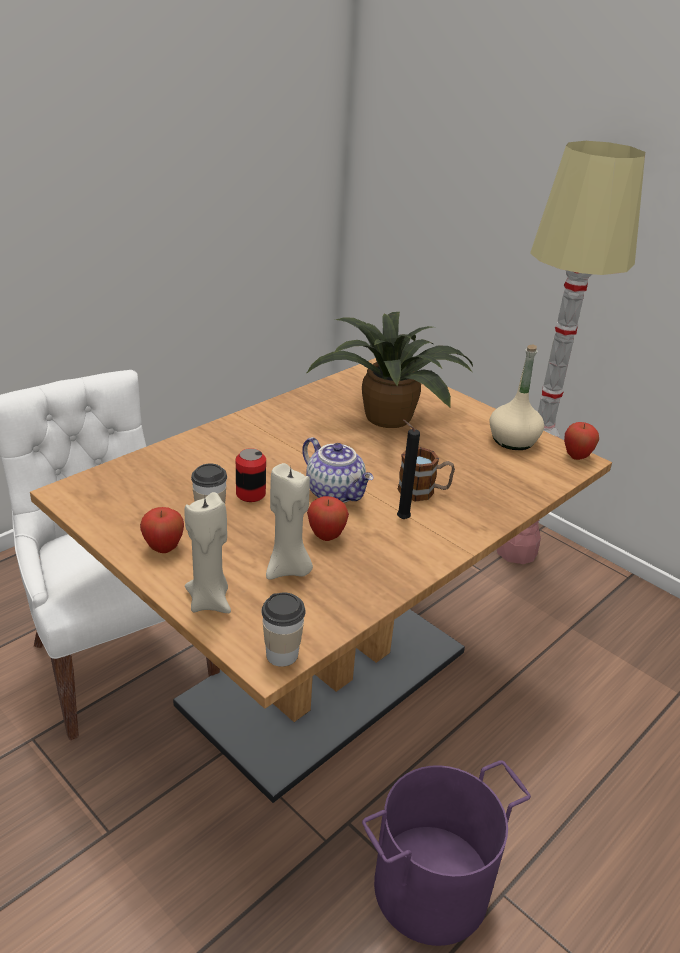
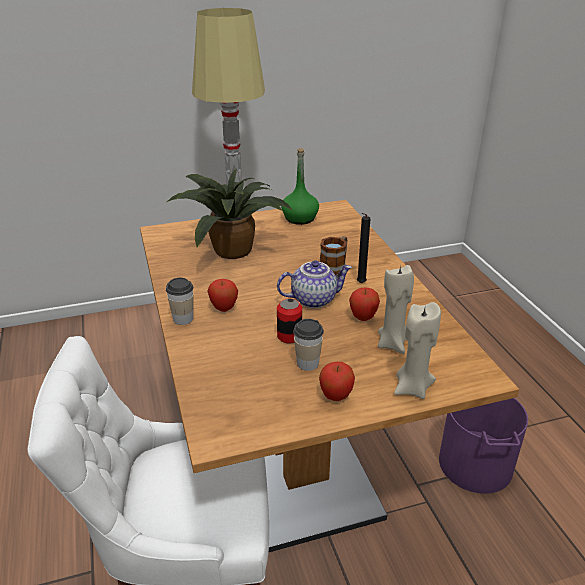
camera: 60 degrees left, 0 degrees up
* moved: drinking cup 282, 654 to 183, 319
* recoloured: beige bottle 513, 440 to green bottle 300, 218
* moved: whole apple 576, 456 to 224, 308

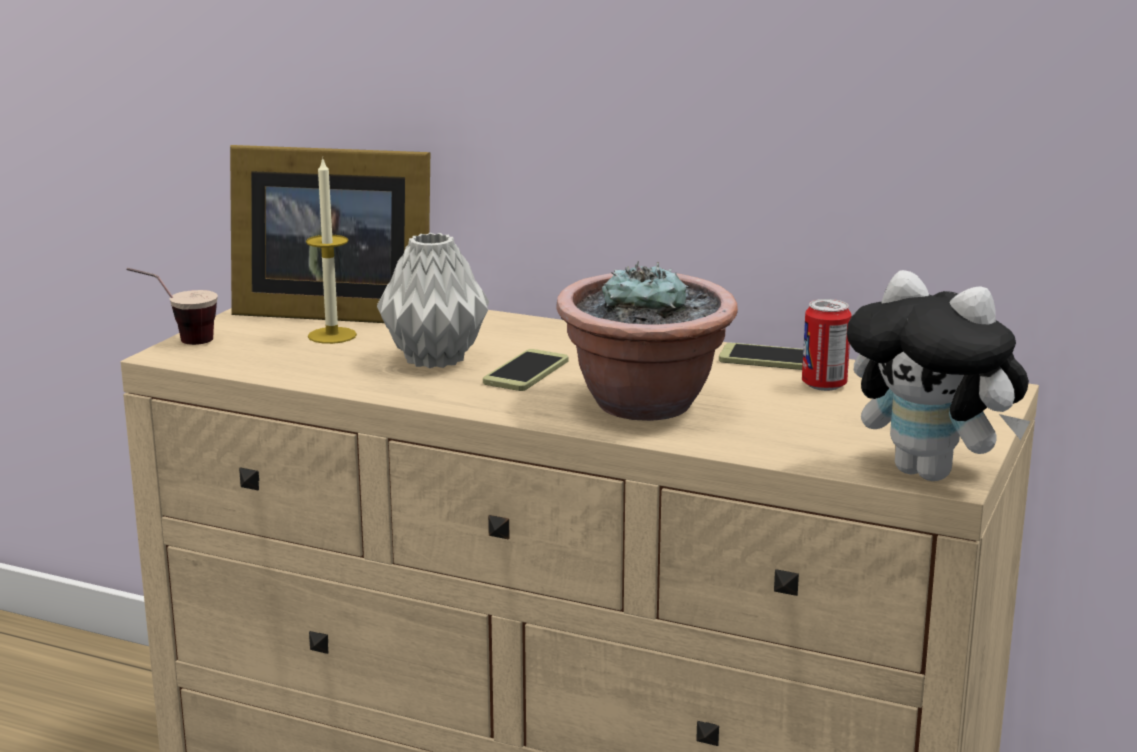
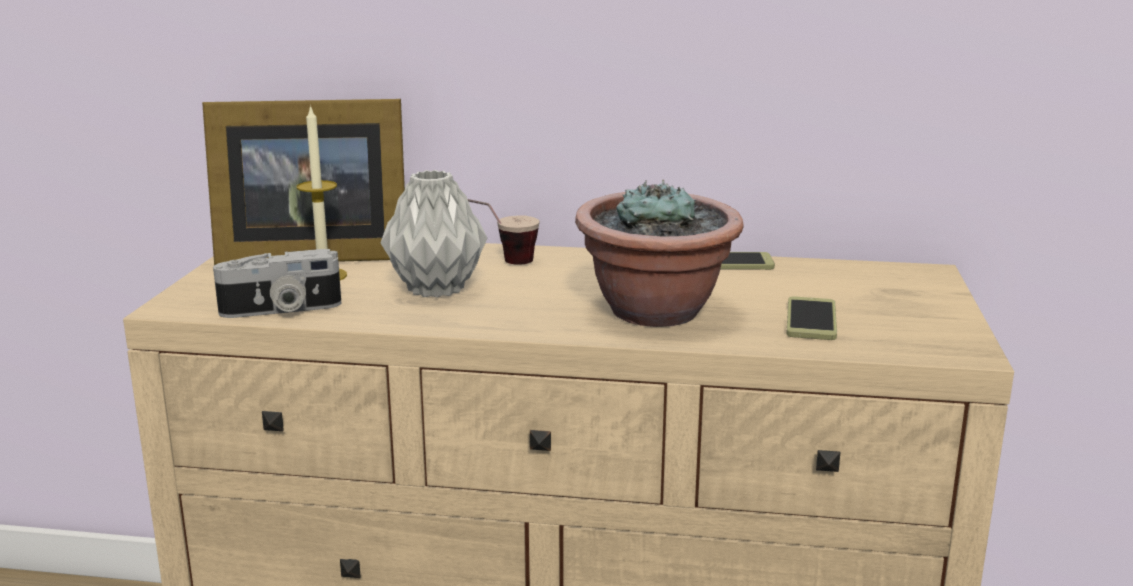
camera: 15 degrees left, 0 degrees up
* moved: drinking cup 177, 341 to 502, 263
* moved: phone 526, 372 to 811, 320
* removed: metal can 824, 385
* removed: plush toy 932, 473
* added: still camera 281, 310

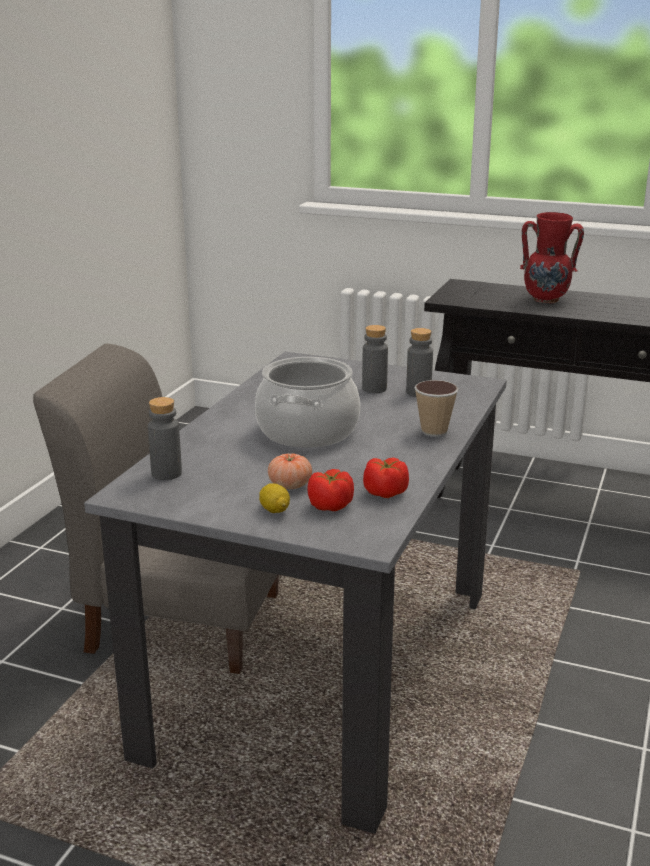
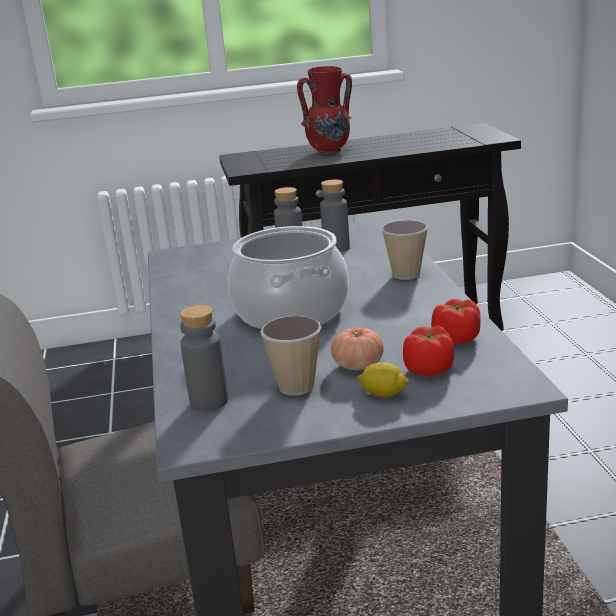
camera: 30 degrees left, 0 degrees up
* added: drinking cup 296, 387

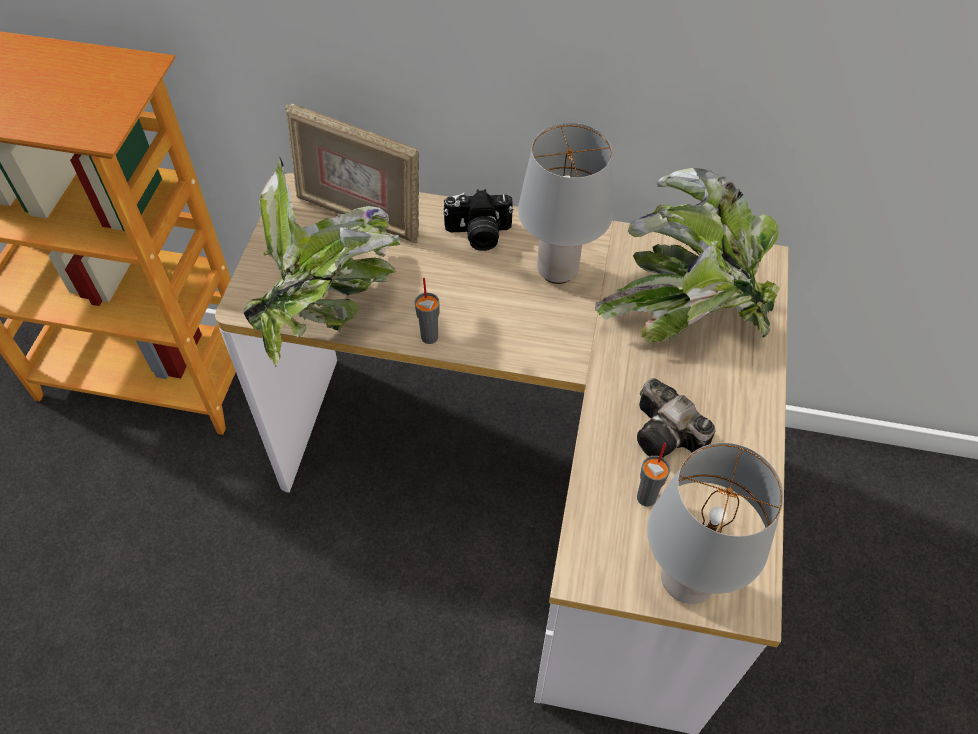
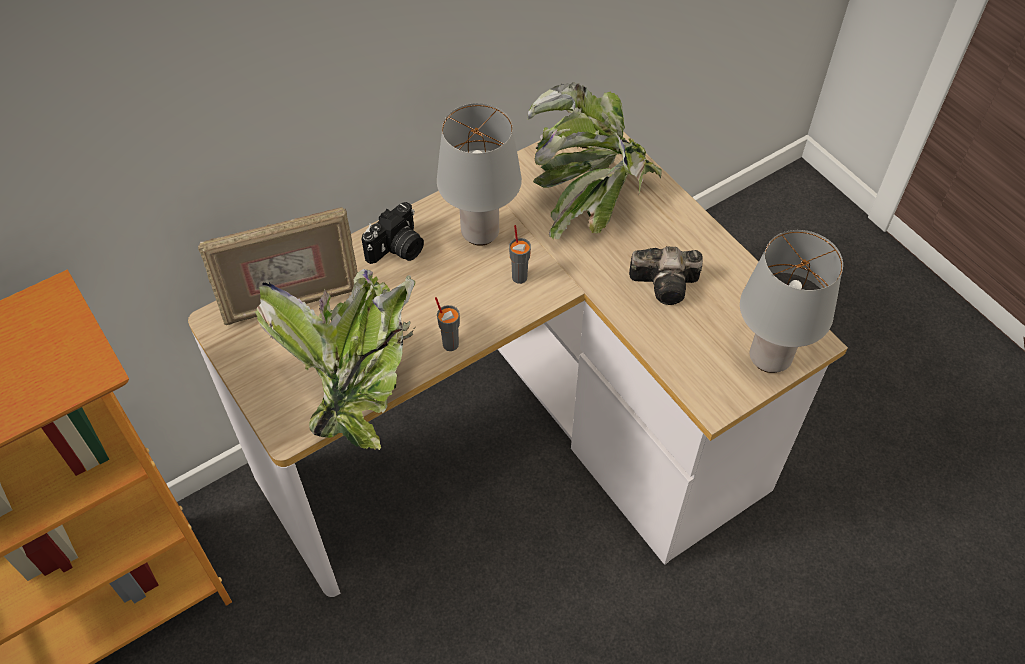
camera: 45 degrees left, 0 degrees up
* moved: gray drinking cup 647, 497 to 519, 277

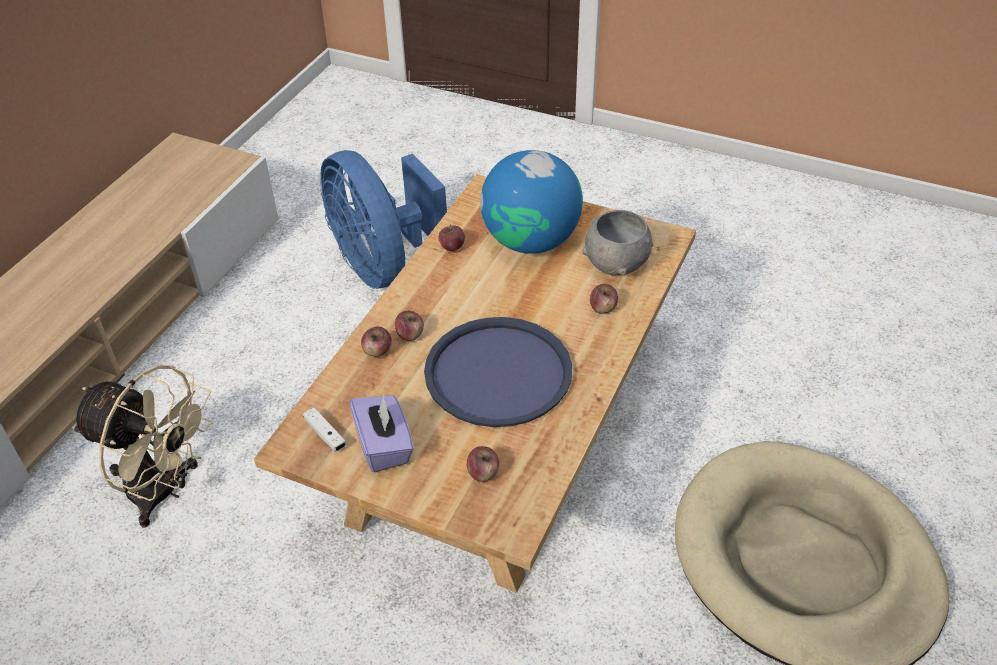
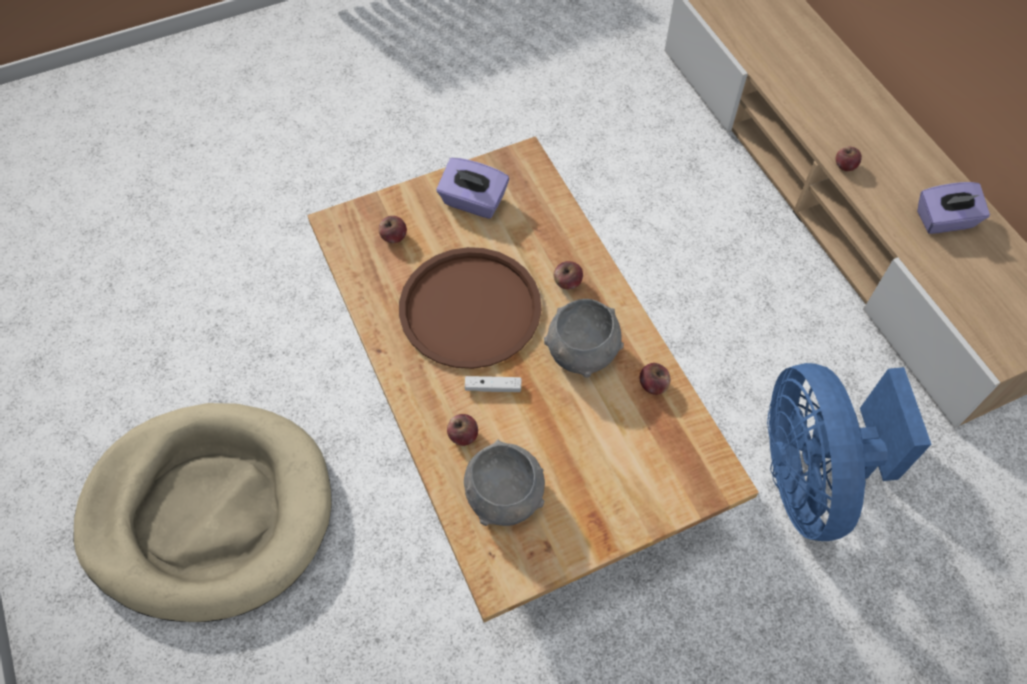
camera: 130 degrees right, 15 degrees up
* removed: beige cooling fan 165, 492
* moved: white gamepad 325, 434 to 493, 387
* turned: blue-coloured cooling fan 383, 264 = 810, 476 105 degrees counterclockwise
* moved: whole apple 377, 351 to 844, 166
* recoloured: blue-coloured carrying tray 498, 373 to brownish carrying tray 470, 308
* removed: world globe 531, 241
* added: gray deep dish 583, 353
* added: purple tissue box 944, 221

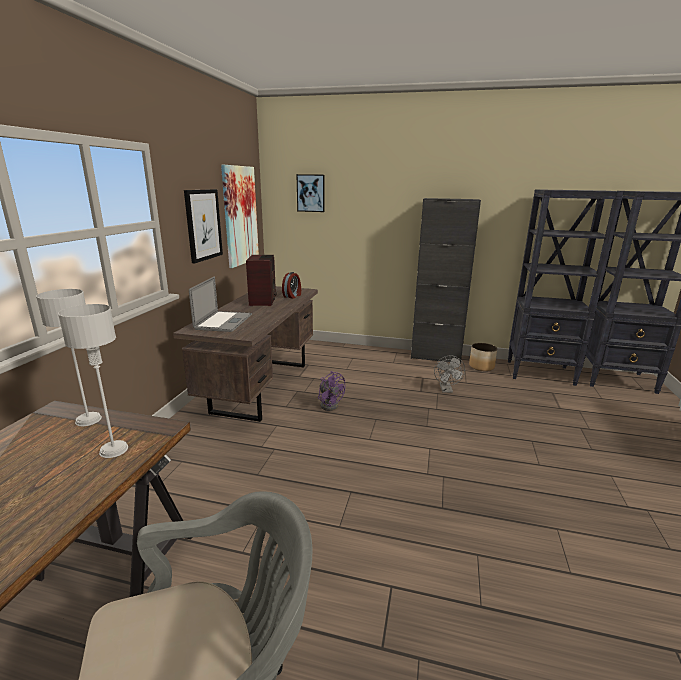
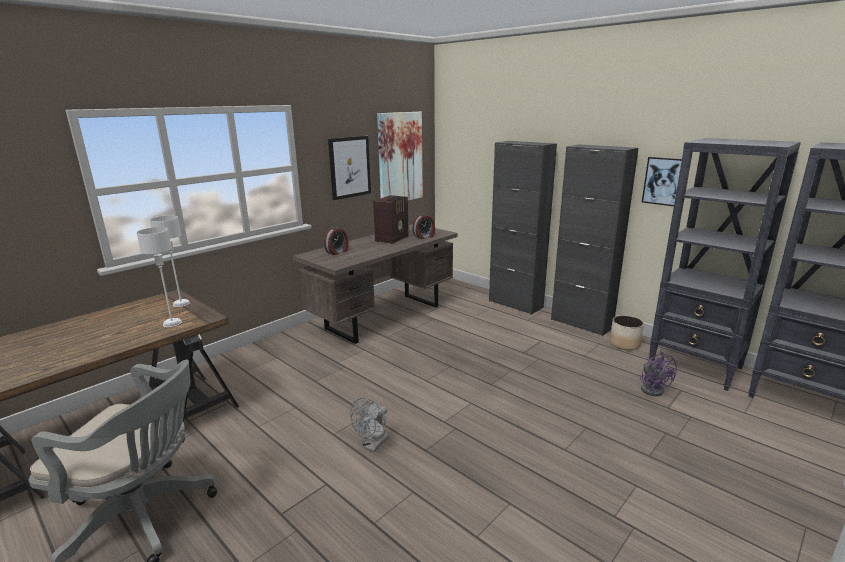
camera: 30 degrees right, 0 degrees up
* replaced: laptop 223, 321 to alarm clock 337, 252
* moved: wall art 311, 193 to 664, 181
* moved: purple cooling fan 329, 404 to 653, 388
* moved: gray cooling fan 446, 390 to 373, 445
* added: black cupboard 515, 304

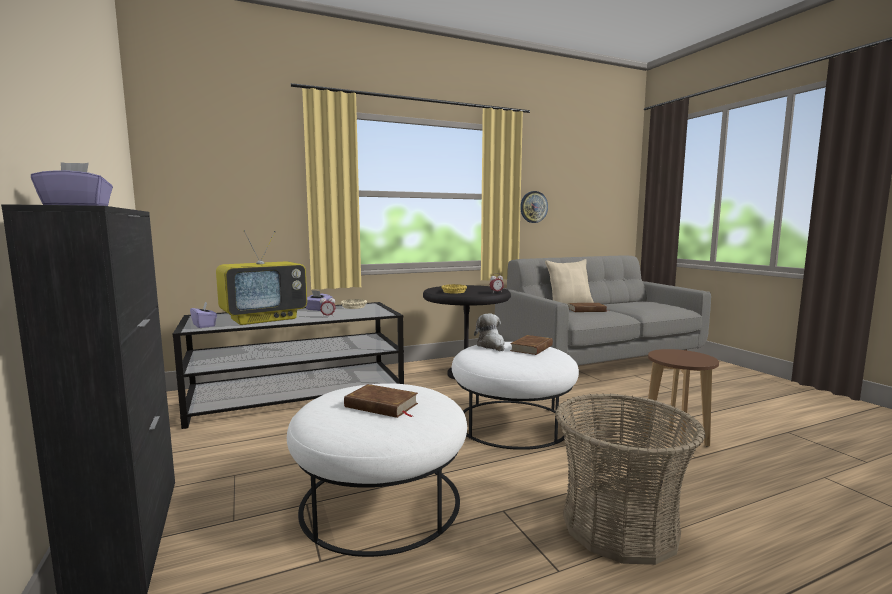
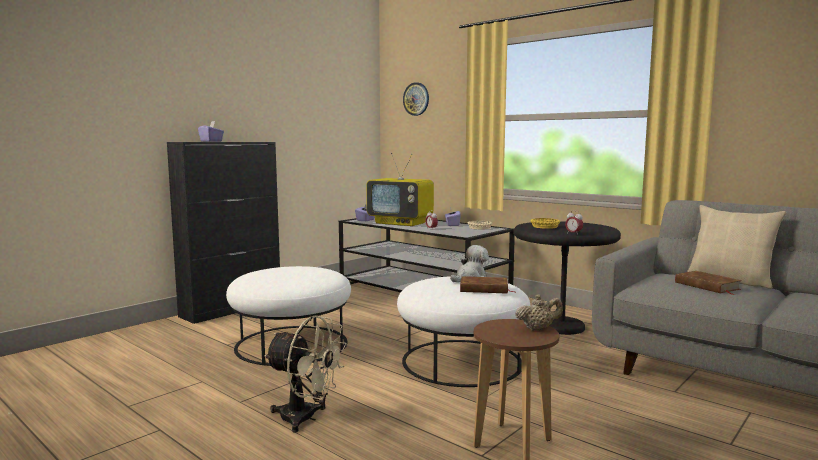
camera: 65 degrees right, 0 degrees up
* removed: brownish bound book 381, 405
* moved: clock on the wall 533, 207 to 416, 99
* replaced: storage basket 619, 526 to beige cooling fan 306, 418
* added: beige teapot 538, 329

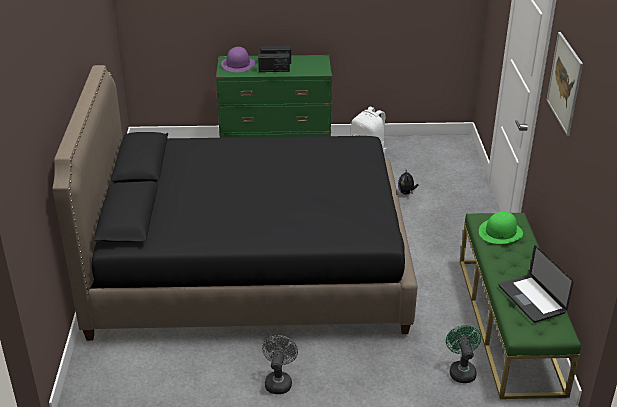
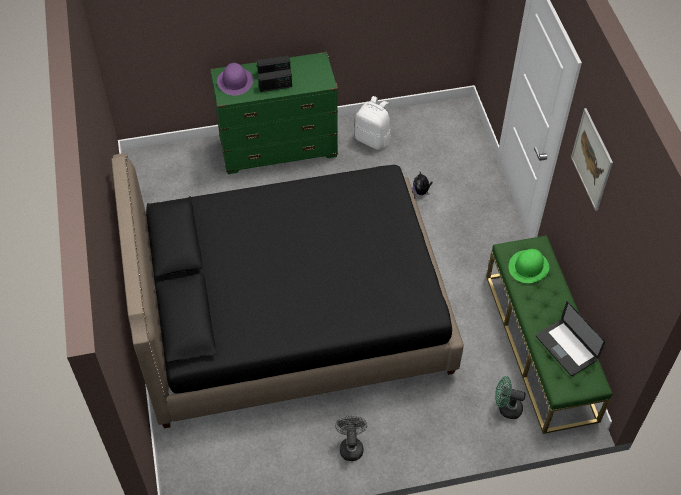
camera: 10 degrees left, 20 degrees up
* turned: green cooling fan 461, 370 = 506, 408 60 degrees counterclockwise

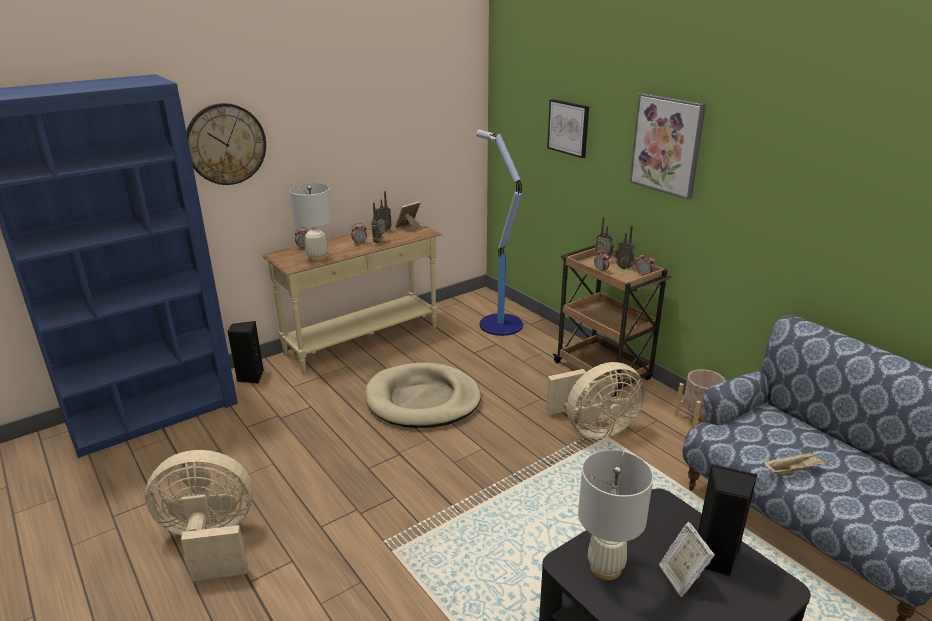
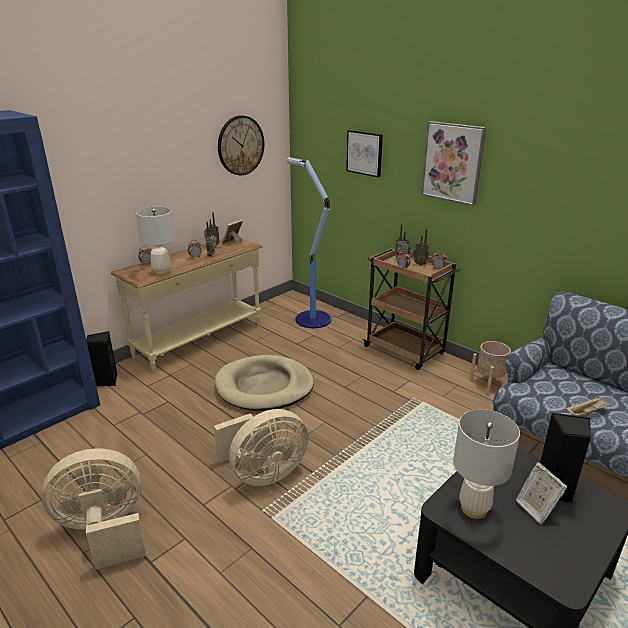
camera: 10 degrees left, 0 degrees up
* moved: clock on the wall 225, 144 to 240, 145
* moved: beige cooling fan 594, 429 to 263, 473

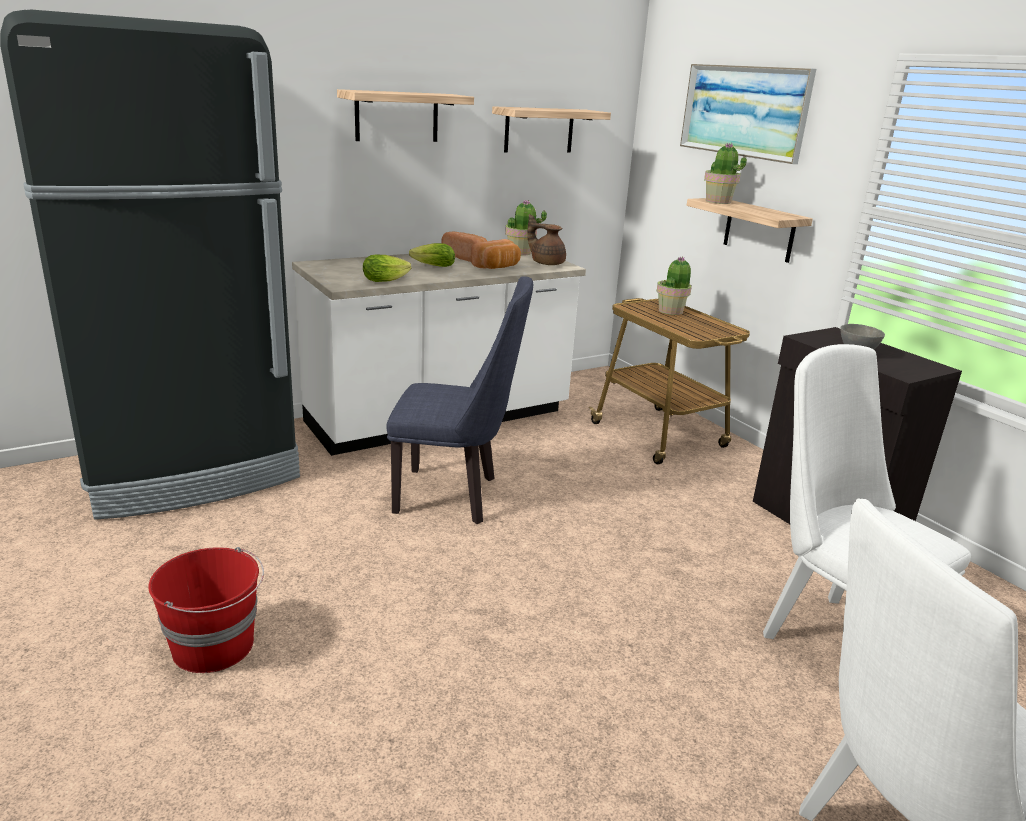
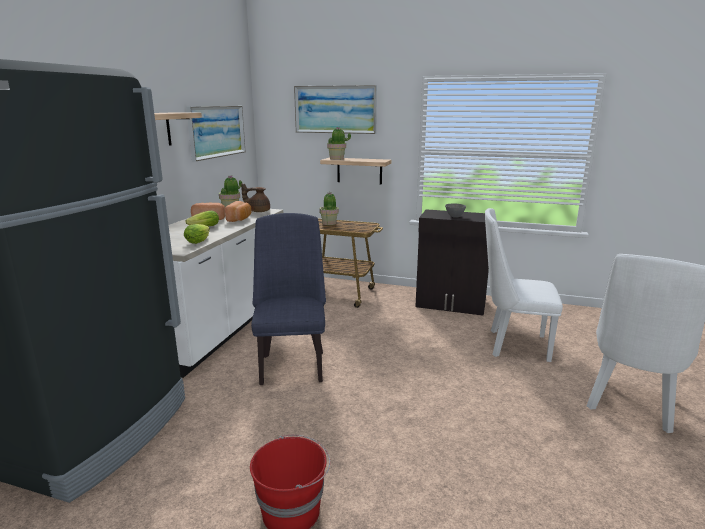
camera: 40 degrees left, 5 degrees down
* turned: blue-coloured chair 456, 496 = 292, 364 60 degrees counterclockwise
* replaced: shelf 539, 130 to wall art 217, 131

